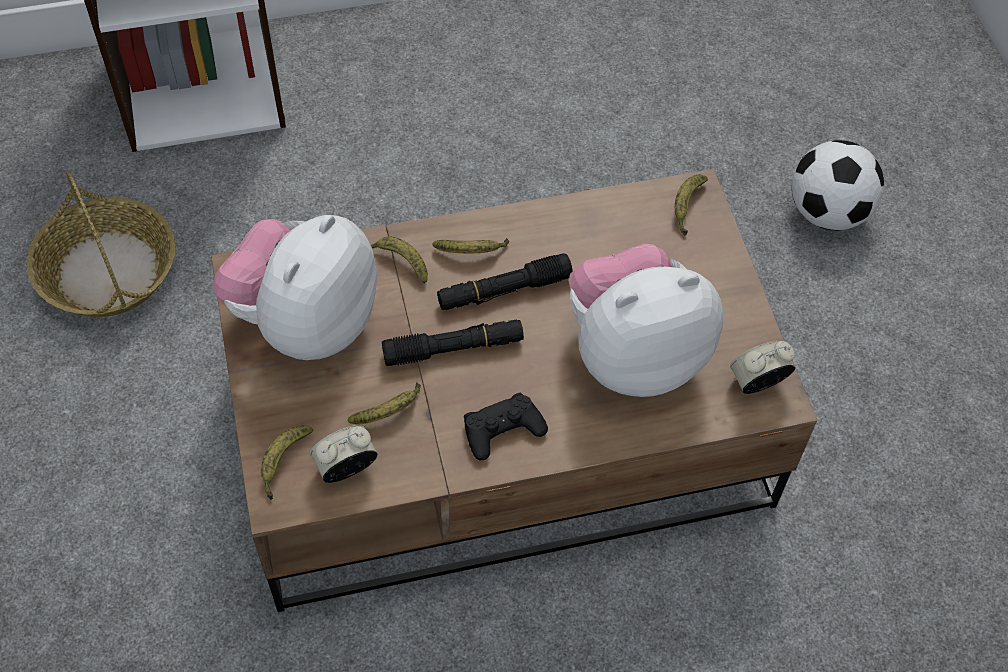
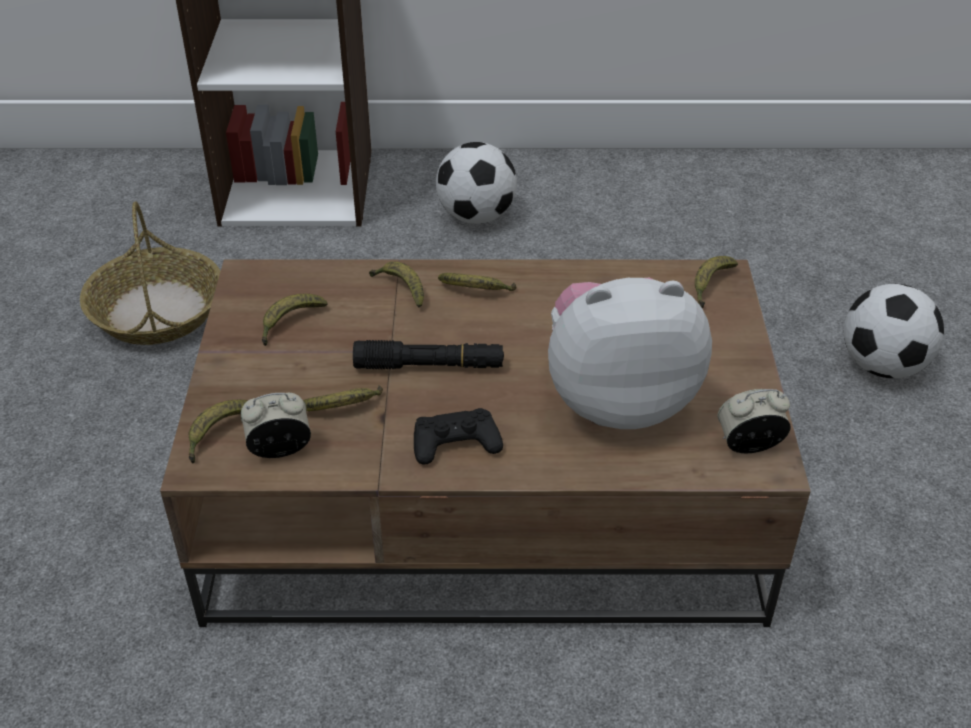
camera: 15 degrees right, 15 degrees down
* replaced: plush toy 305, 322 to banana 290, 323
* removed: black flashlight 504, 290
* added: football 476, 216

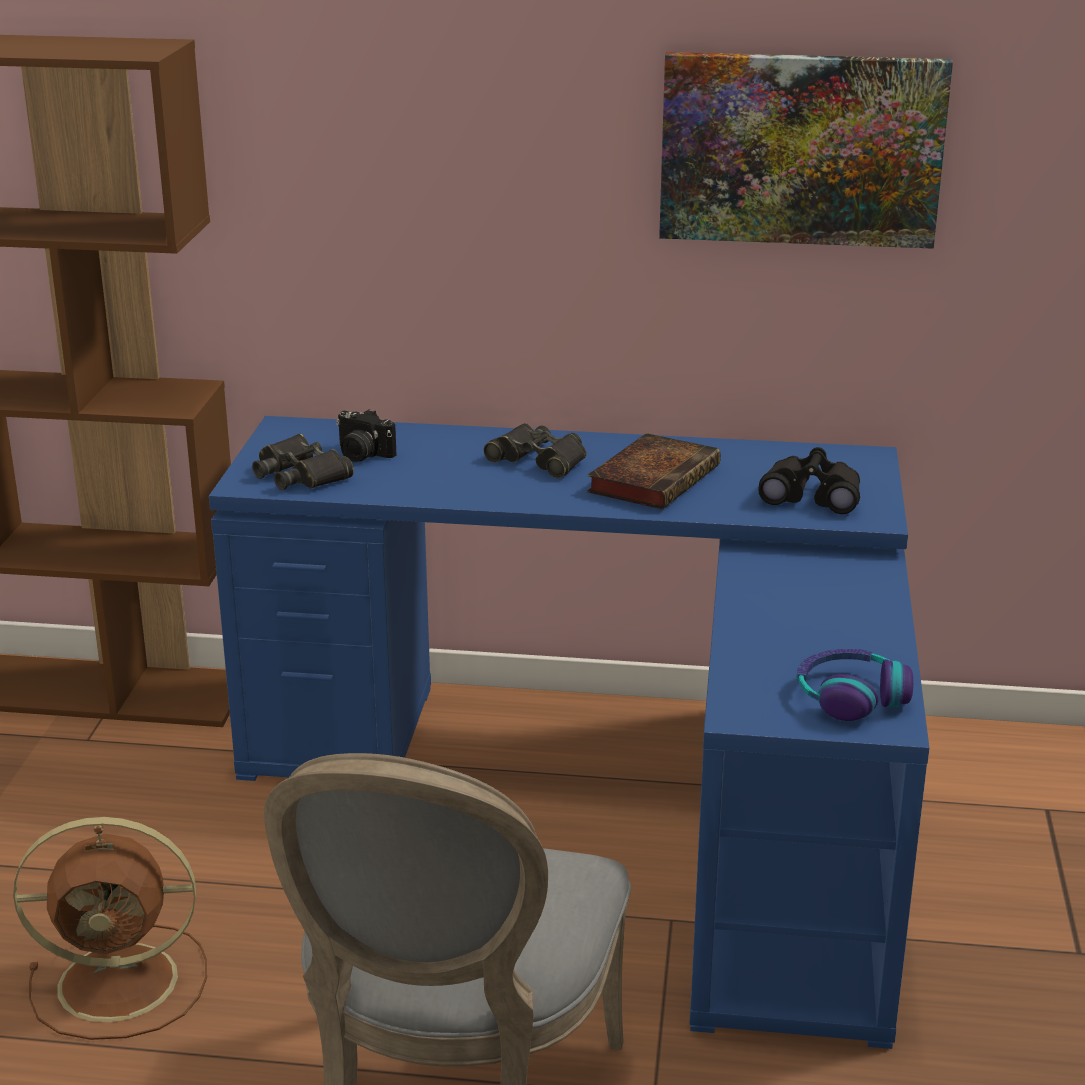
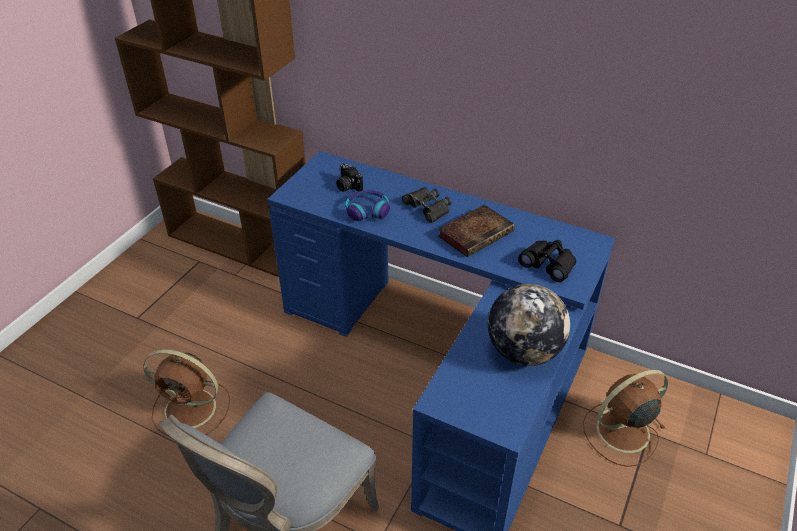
camera: 20 degrees right, 15 degrees up
* removed: black field glasses 300, 474
* removed: wall art 801, 149
* moved: headset 851, 696 to 367, 210
* added: world globe 523, 351
* added: brownish cooling fan 620, 432

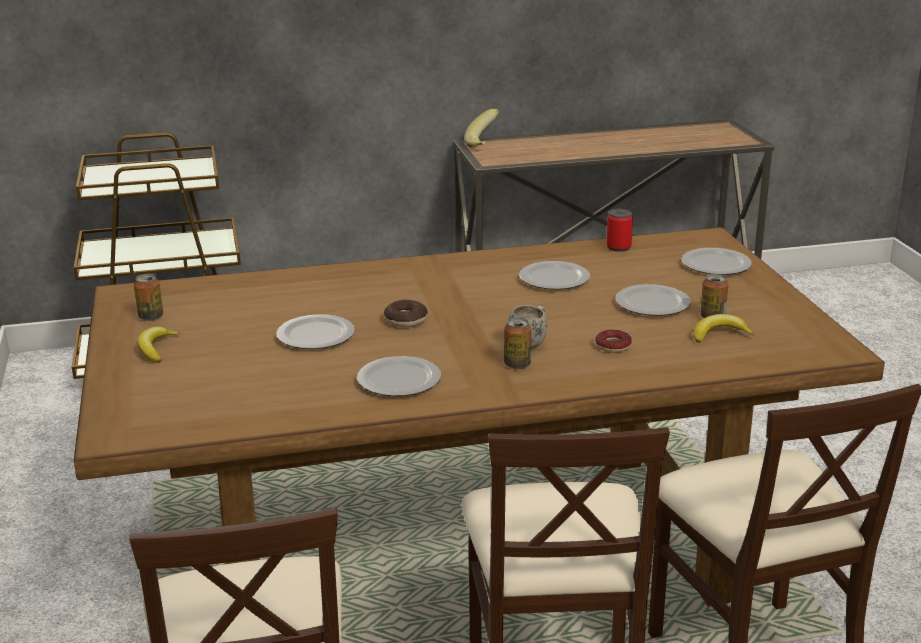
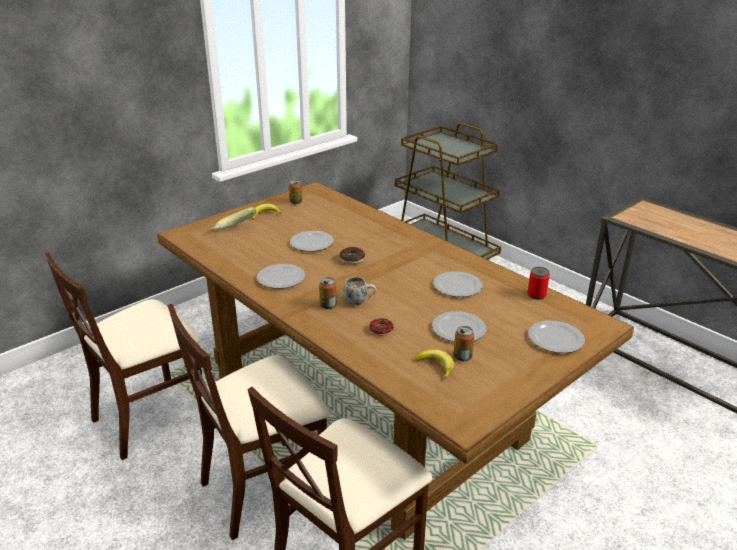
camera: 60 degrees right, 5 degrees up
* moved: banana 485, 143 to 234, 231

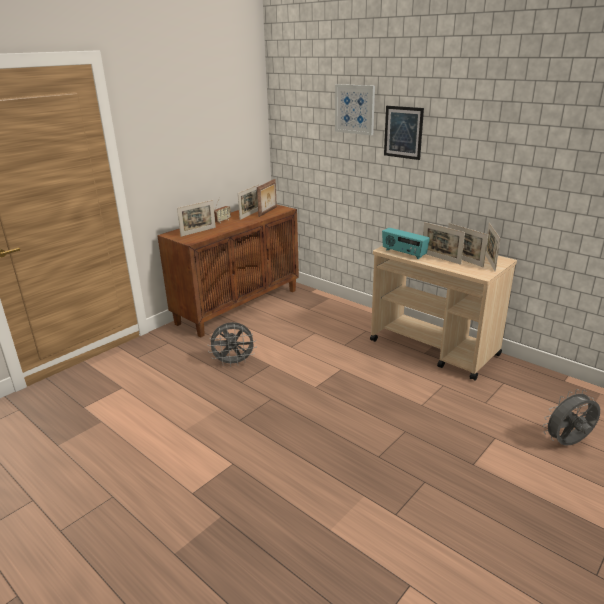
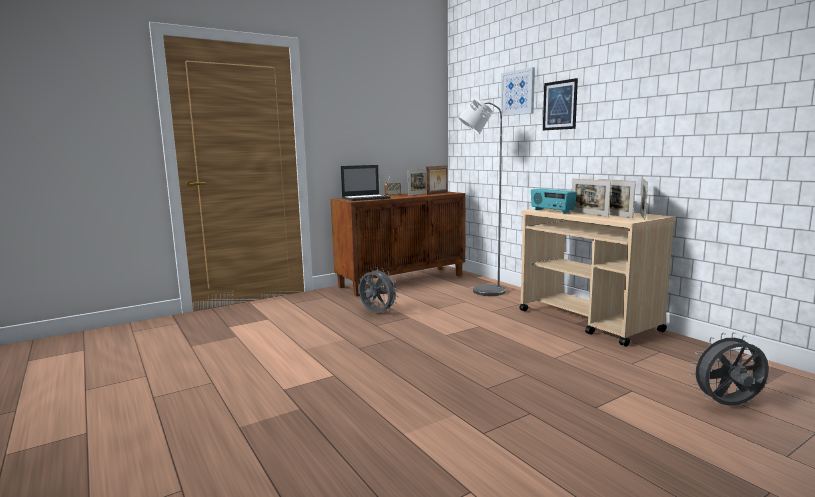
camera: 15 degrees right, 15 degrees down
* replaced: picture frame 198, 232 to laptop 366, 198
* turned: gray cooling fan 234, 363 = 376, 313 150 degrees counterclockwise
* added: gray standing lamp 482, 291

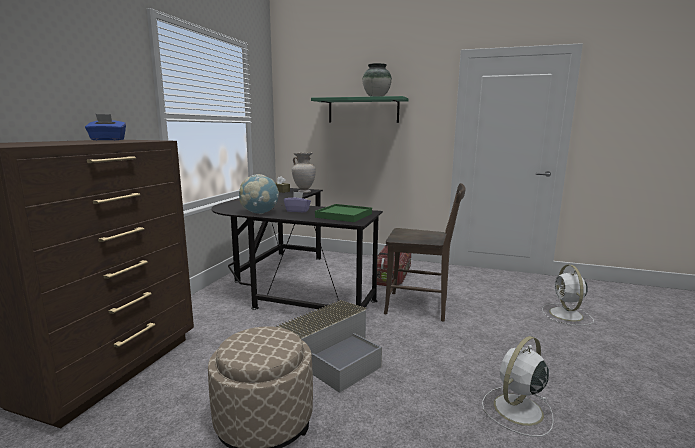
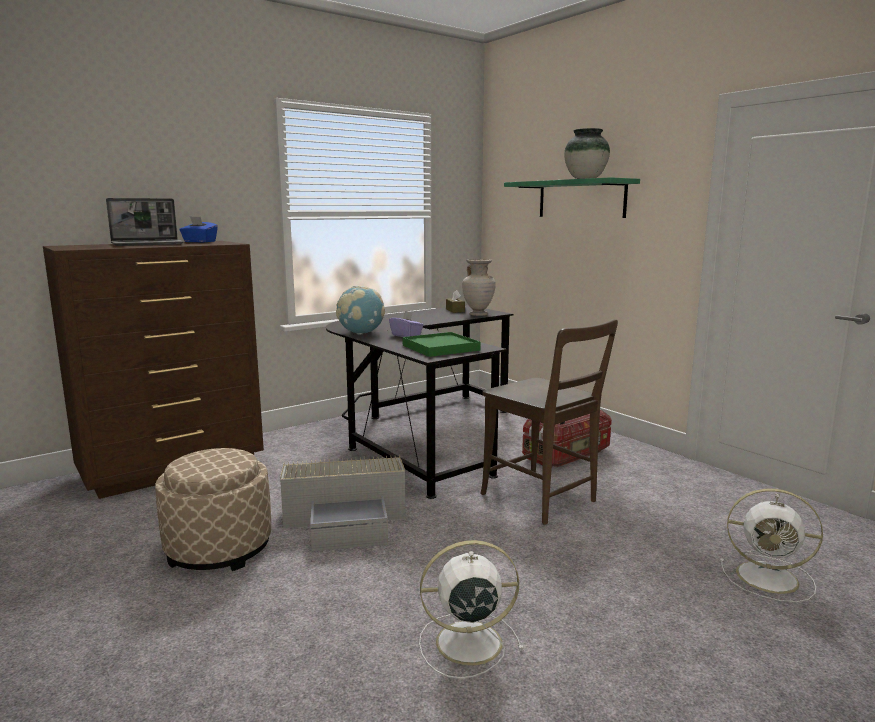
camera: 35 degrees right, 0 degrees up
* turned: white cooling fan 566, 315 = 770, 578 105 degrees counterclockwise
* added: laptop 148, 244

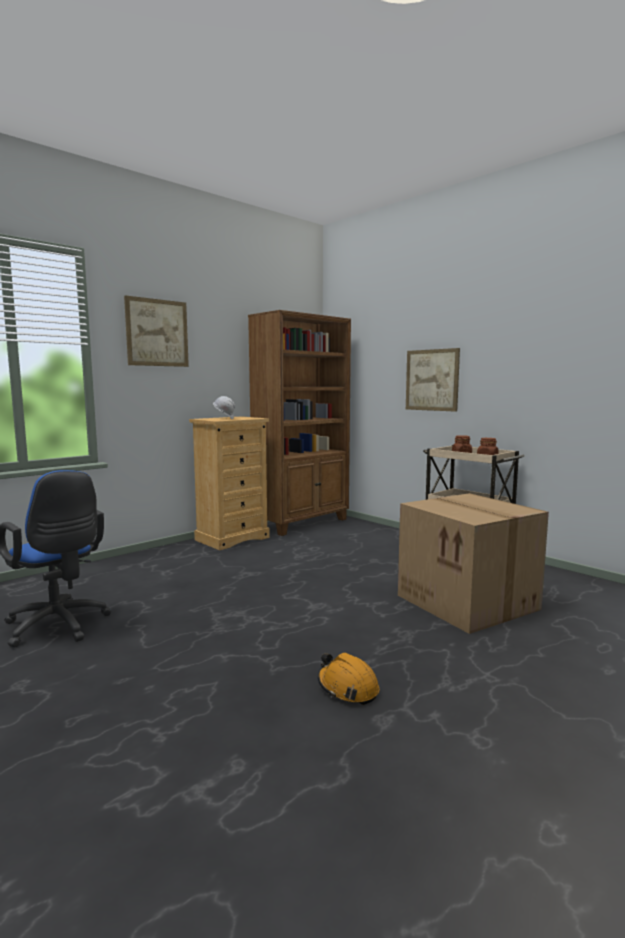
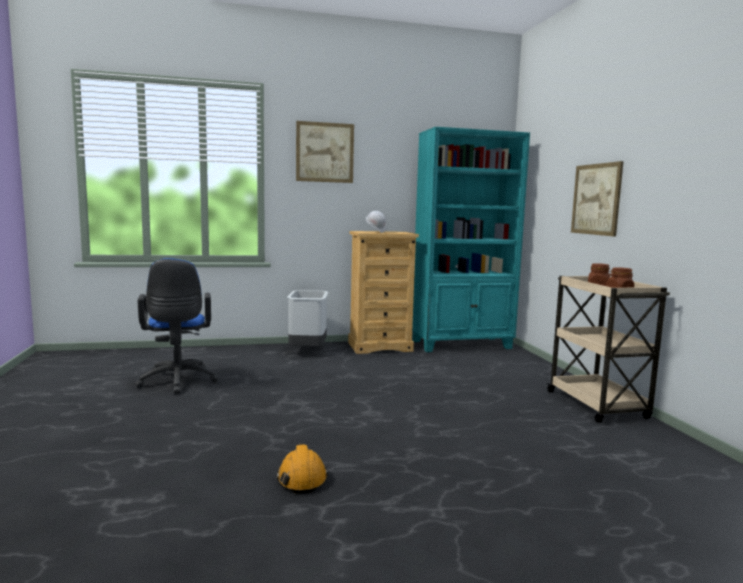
camera: 30 degrees right, 0 degrees up
* recoloured: brownish shelving unit 302, 523 to blue-green shelving unit 462, 345
* removed: cardboard box 469, 602
* added: gray rubbish bin 308, 351

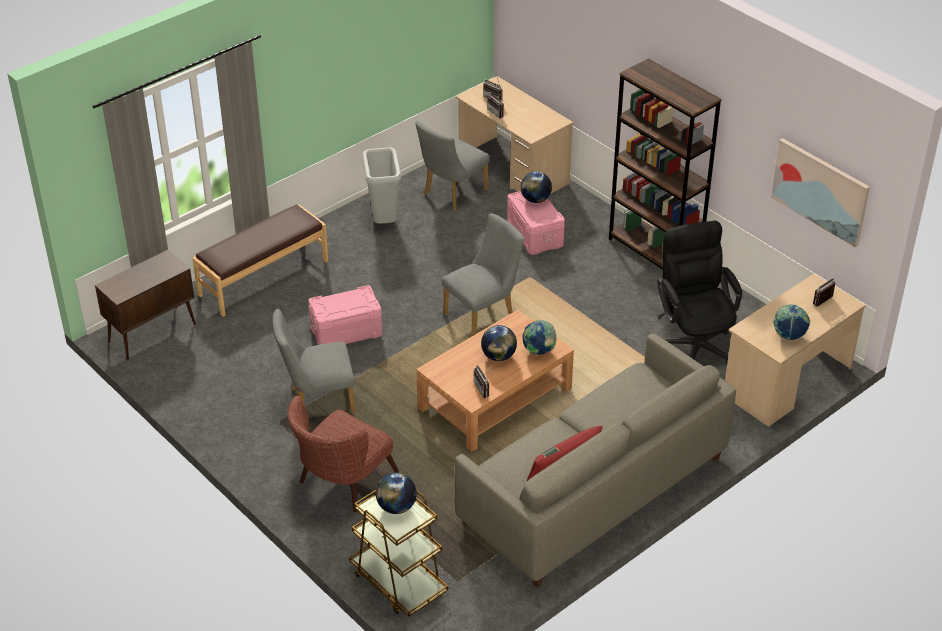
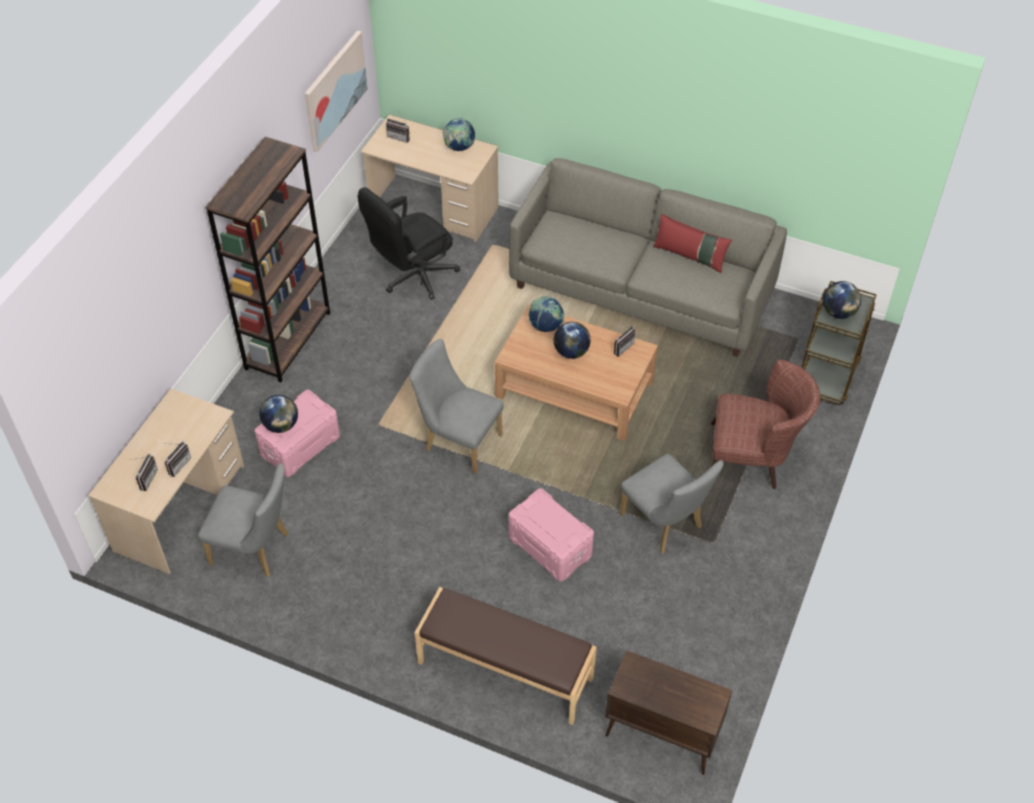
camera: 115 degrees left, 10 degrees up
* removed: gray rubbish bin 384, 222

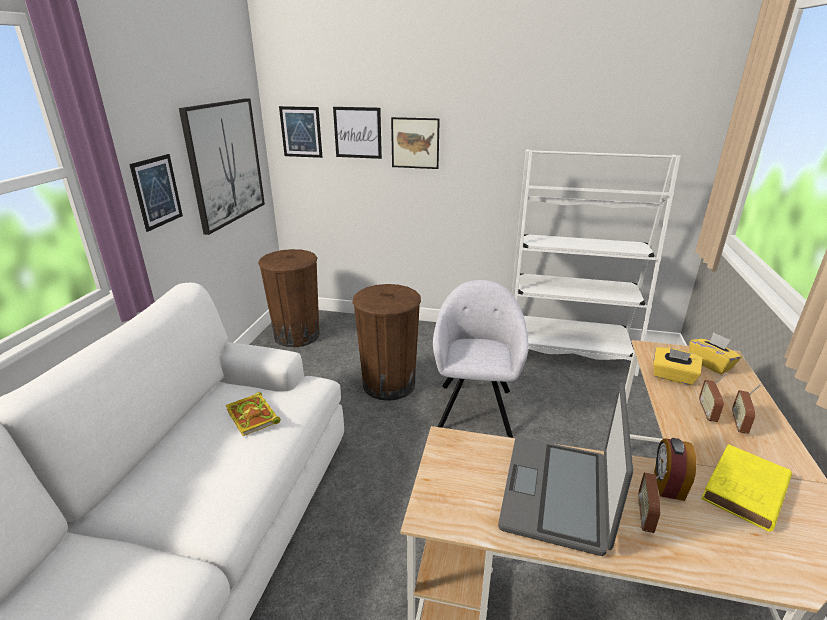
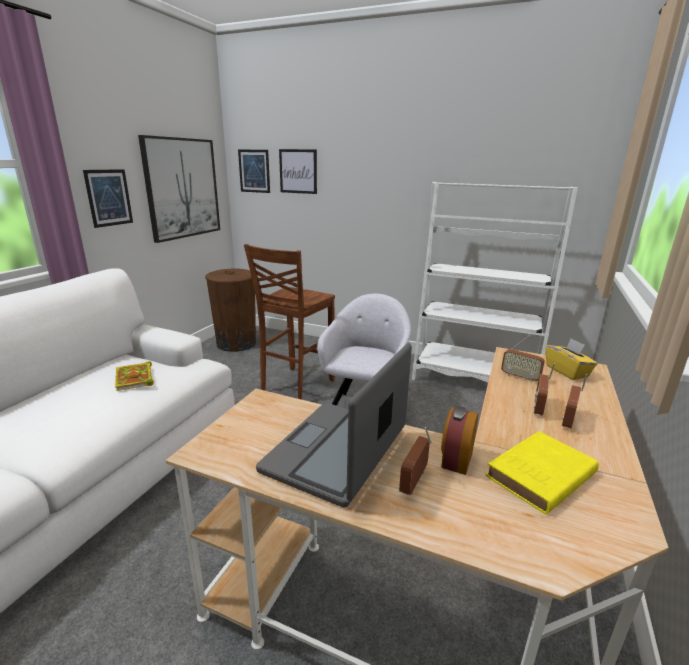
camera: 10 degrees right, 5 degrees down
* replaced: brownish rubbish bin 389, 384 to brownish sitting stool 295, 386
* removed: wall art 415, 143
* replaced: yellowish tissue box 673, 377 to radio receiver 520, 377

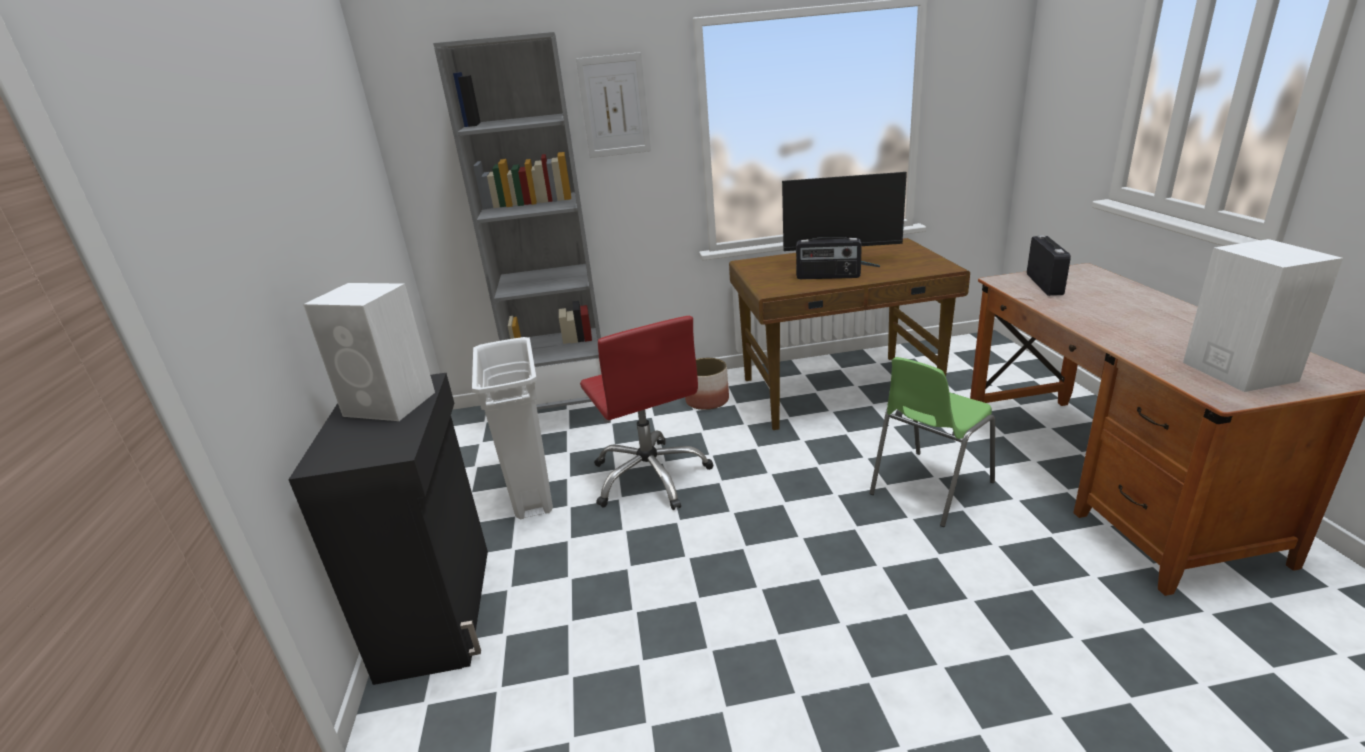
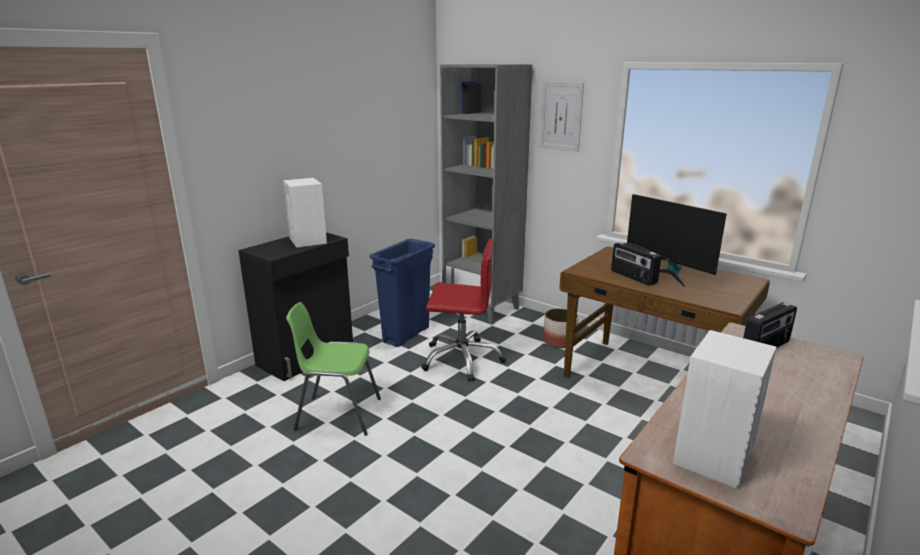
camera: 45 degrees right, 5 degrees down
* recoloured: white rubbish bin 532, 492 to blue-coloured rubbish bin 406, 335
* turned: red desk chair 650, 476 = 462, 359 105 degrees counterclockwise
* moved: green chair 929, 488 to 338, 414

